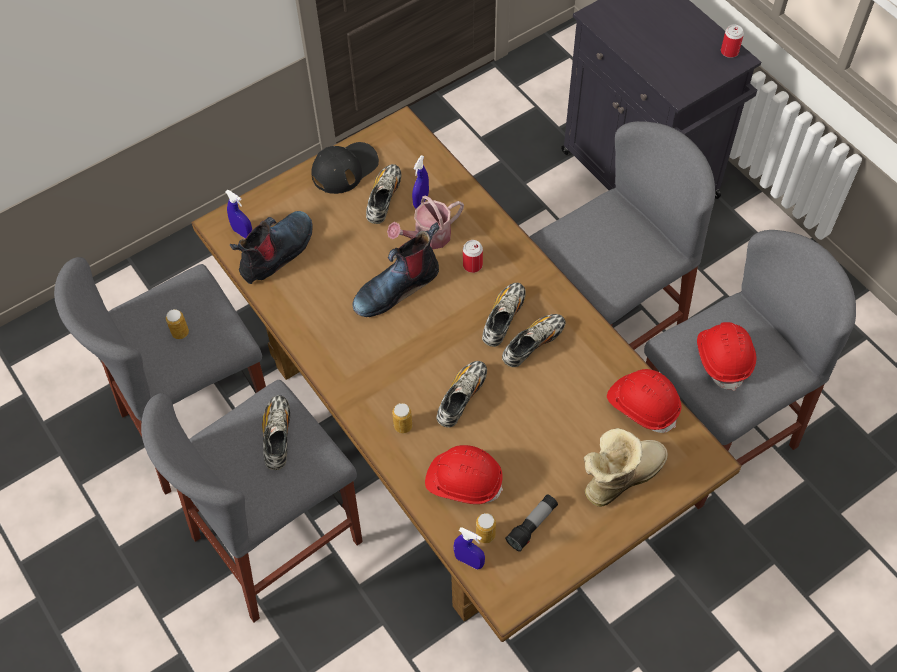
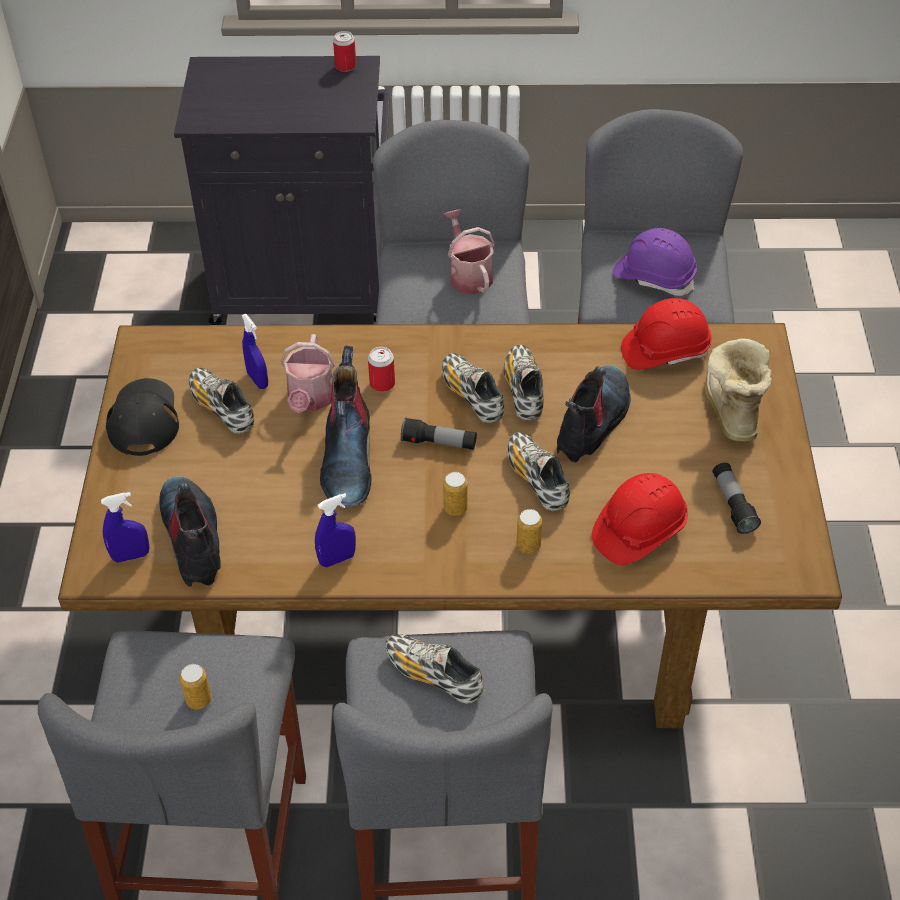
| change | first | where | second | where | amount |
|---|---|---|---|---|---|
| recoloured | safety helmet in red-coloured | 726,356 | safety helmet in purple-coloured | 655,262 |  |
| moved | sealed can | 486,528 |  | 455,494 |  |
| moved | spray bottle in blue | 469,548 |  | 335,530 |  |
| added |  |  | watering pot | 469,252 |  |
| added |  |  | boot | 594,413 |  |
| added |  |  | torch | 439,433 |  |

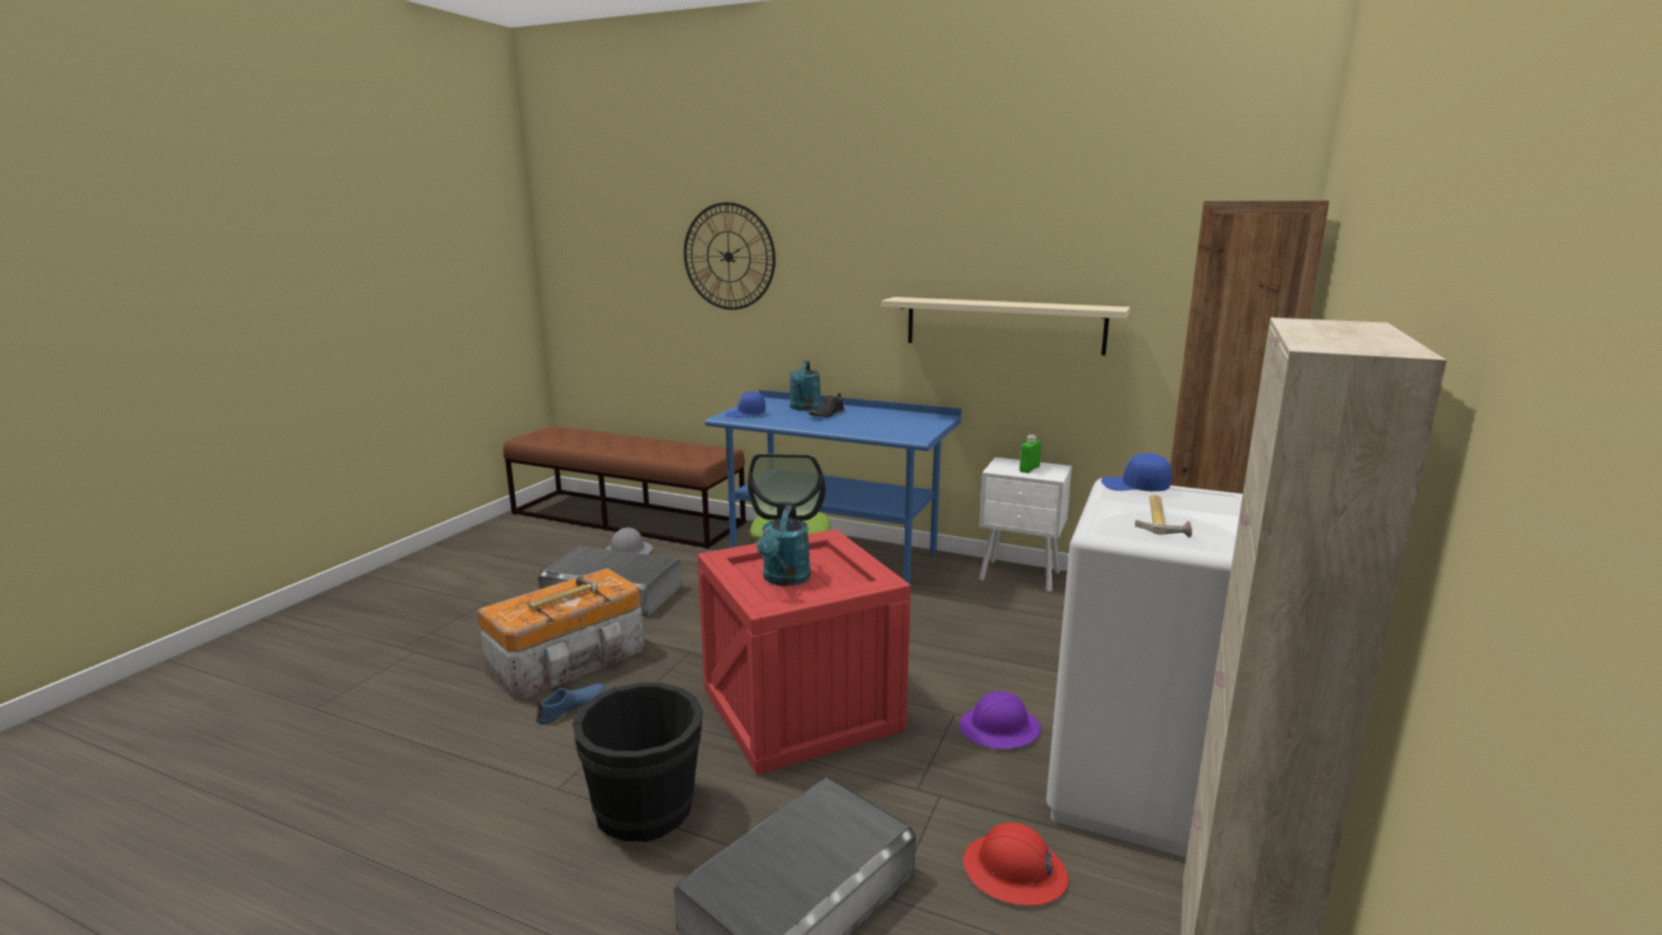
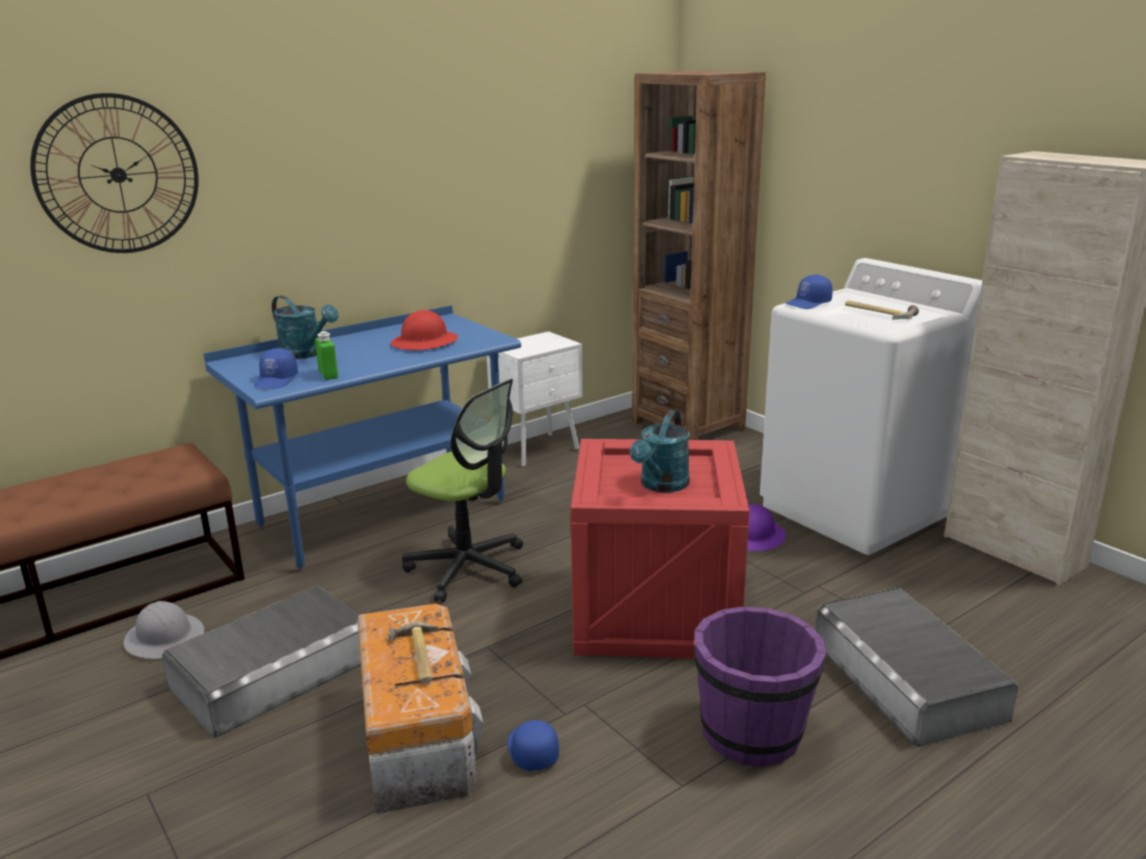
| change | first | where | second | where | amount |
|---|---|---|---|---|---|
| removed | bracket shelf in beige | 1005,326 |  |  |  |
| removed | shoe in black-coloured | 827,405 |  |  |  |
| moved | beverage bottle in green | 1030,454 |  | 326,355 |  |
| turned | watering pot in blue-green | 784,545 |  | 660,451 | 75 degrees clockwise |
| recoloured | water bucket in black-coloured | 637,762 | water bucket in purple-coloured | 760,687 |  |
| replaced | shoe in blue | 571,704 | baseball cap in blue | 533,745 |  |
| moved | safety helmet in red-coloured | 1016,864 |  | 424,330 |  |

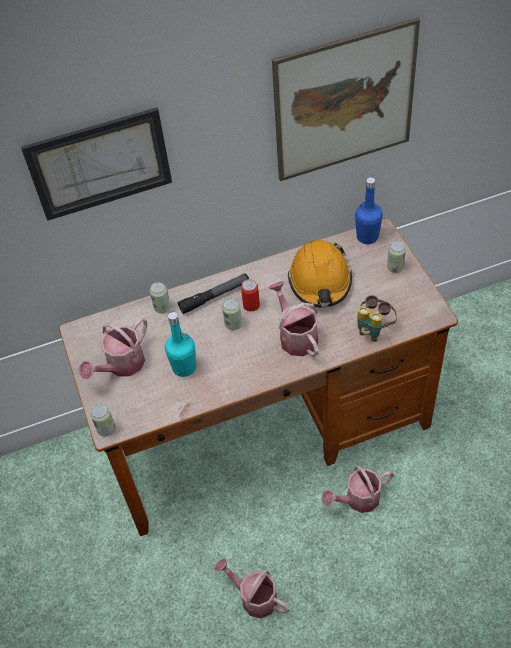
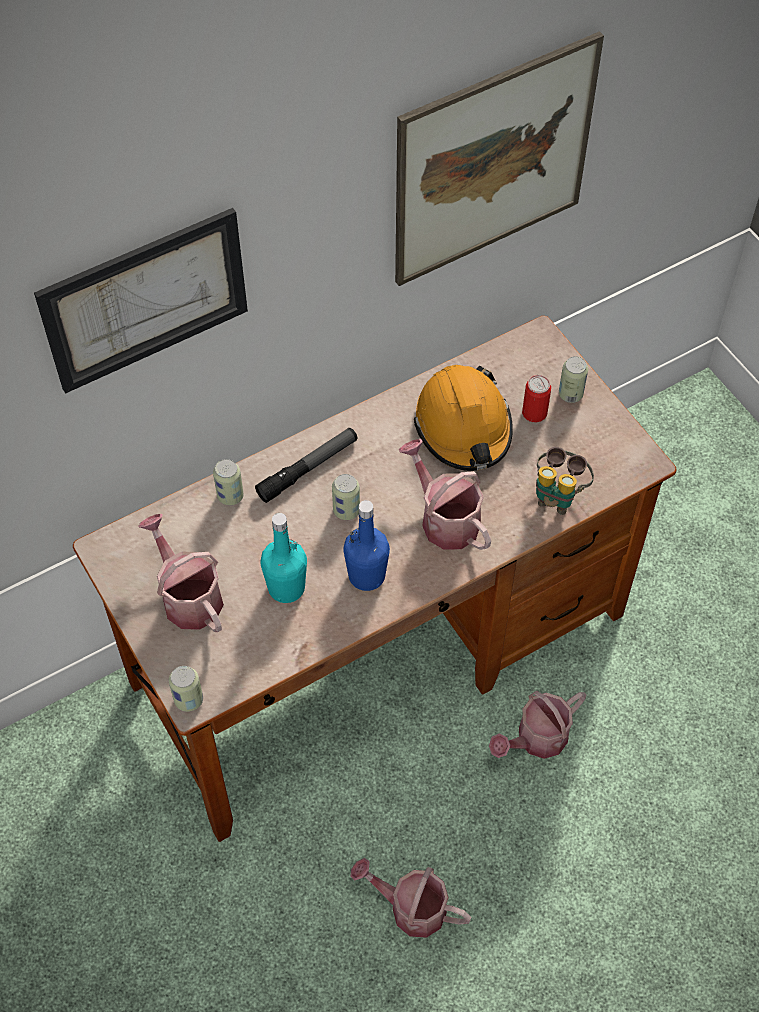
| change | first | where | second | where | amount |
|---|---|---|---|---|---|
| moved | beverage bottle in blue | 369,210 |  | 366,545 |  |
| moved | sealed can | 250,295 |  | 536,399 |  |
| turned | watering pot | 113,348 |  | 181,573 | 120 degrees clockwise |

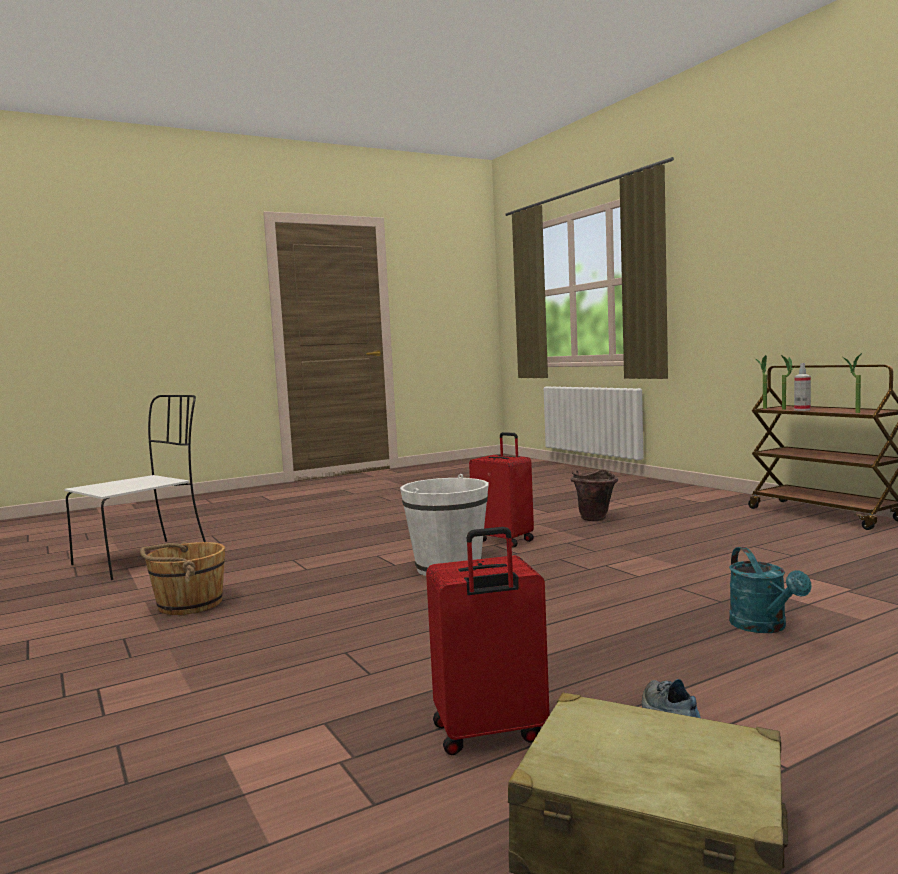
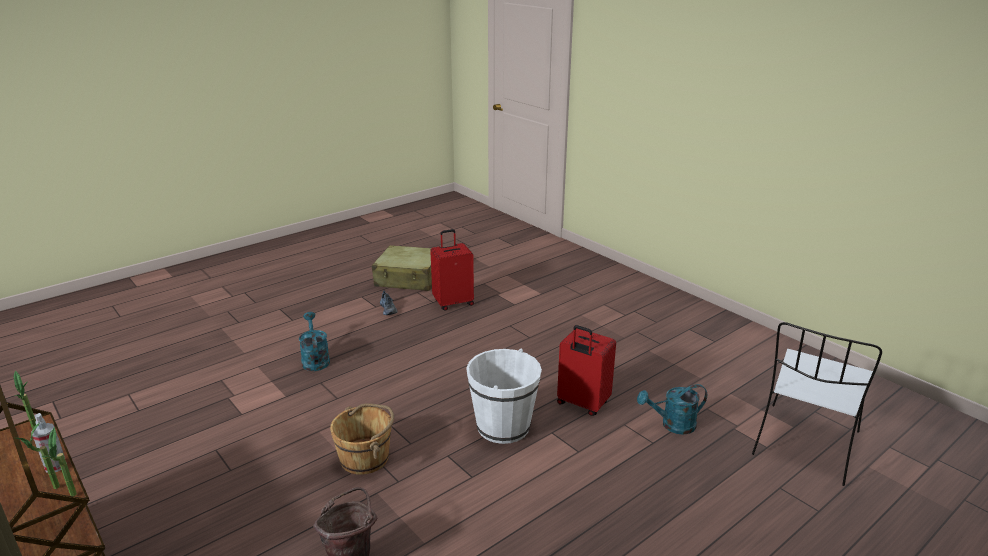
| change | first | where | second | where | amount |
|---|---|---|---|---|---|
| moved | travel case in red-coloured | 501,490 |  | 586,370 |  |
| moved | water bucket in brown | 182,578 |  | 362,439 |  |
| added |  |  | watering pot in blue-green | 672,409 |  |

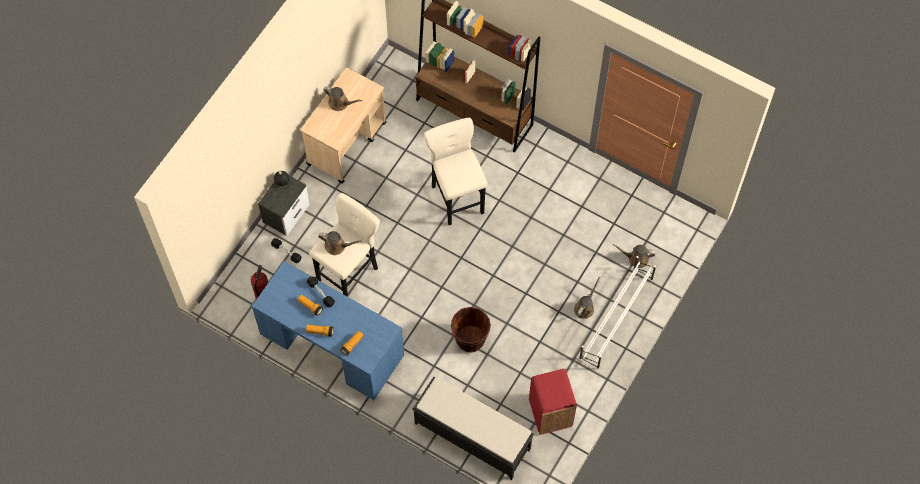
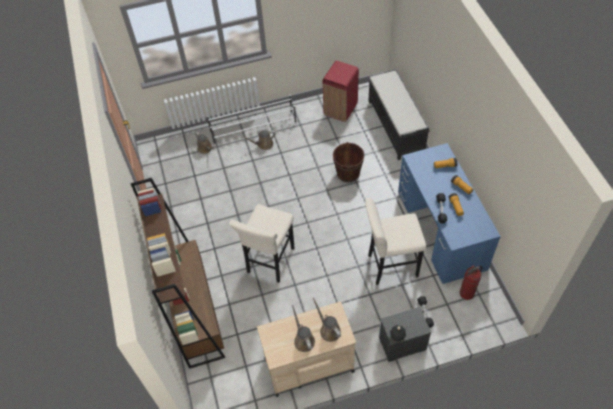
| change | first | where | second | where | amount |
|---|---|---|---|---|---|
| moved | watering pot in brown | 340,243 |  | 326,320 |  |

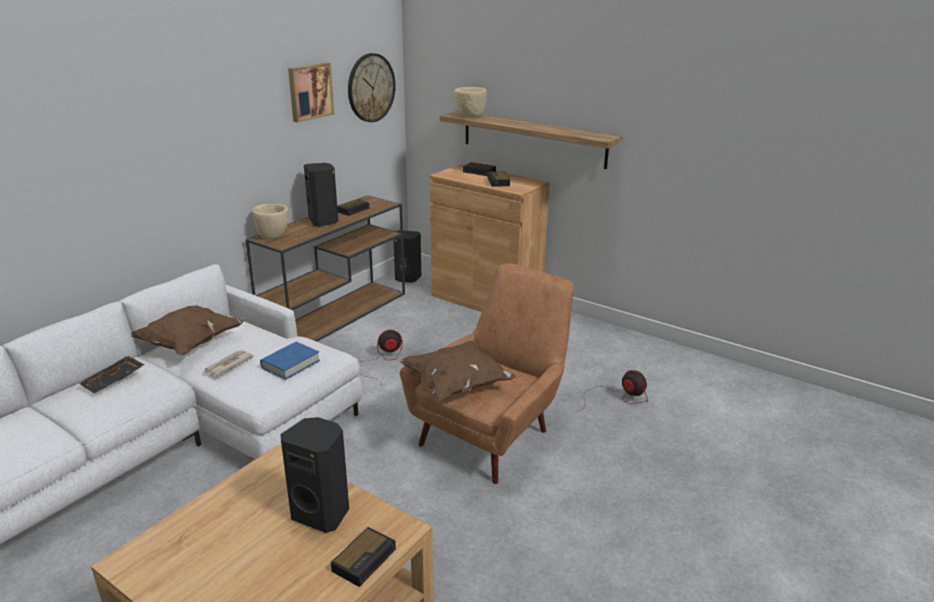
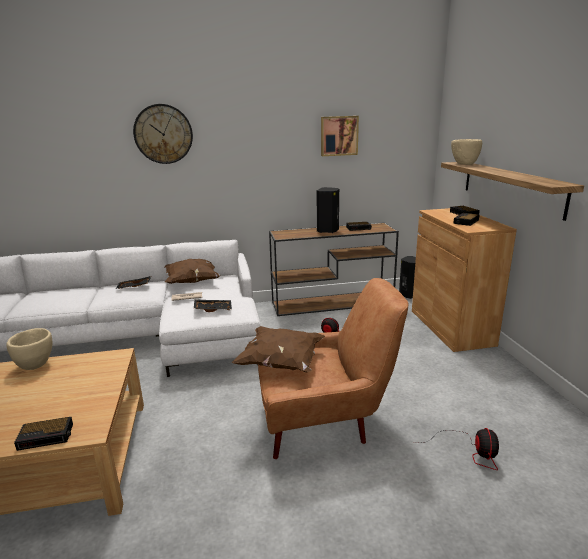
| change | first | where | second | where | amount |
|---|---|---|---|---|---|
| moved | clock on the wall | 372,87 |  | 163,134 |  |
| moved | deep dish in beige | 271,221 |  | 29,349 |  |
| replaced | book in blue | 290,361 | tray in black-coloured | 213,305 |  |
| removed | audio speaker in black-coloured | 314,475 |  |  |  |

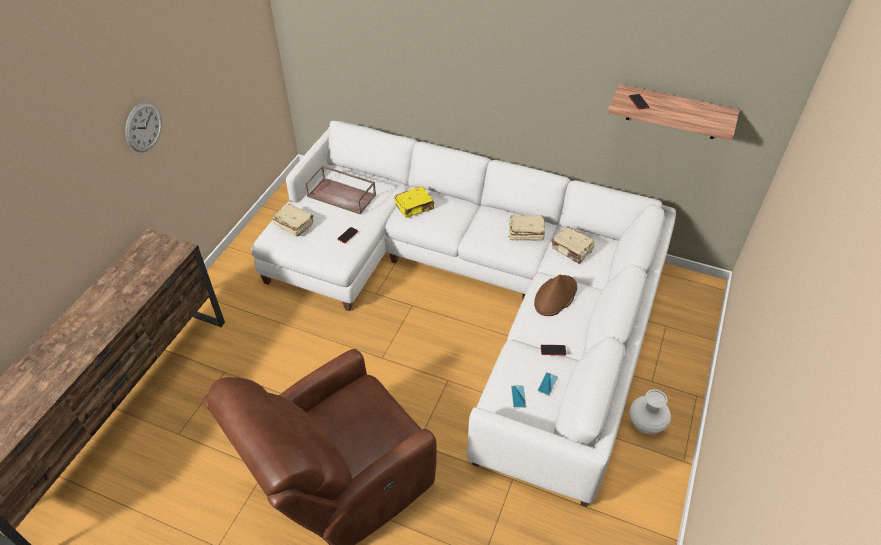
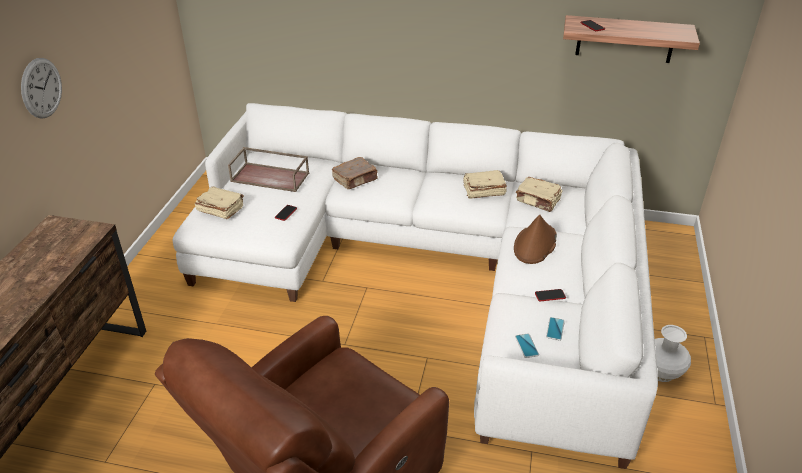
| change | first | where | second | where | amount |
|---|---|---|---|---|---|
| recoloured | book in yellow | 414,201 | book in brown | 354,173 |  |

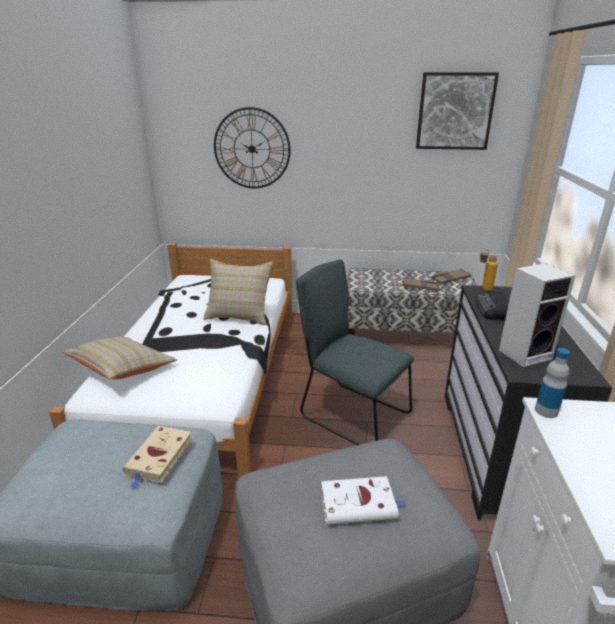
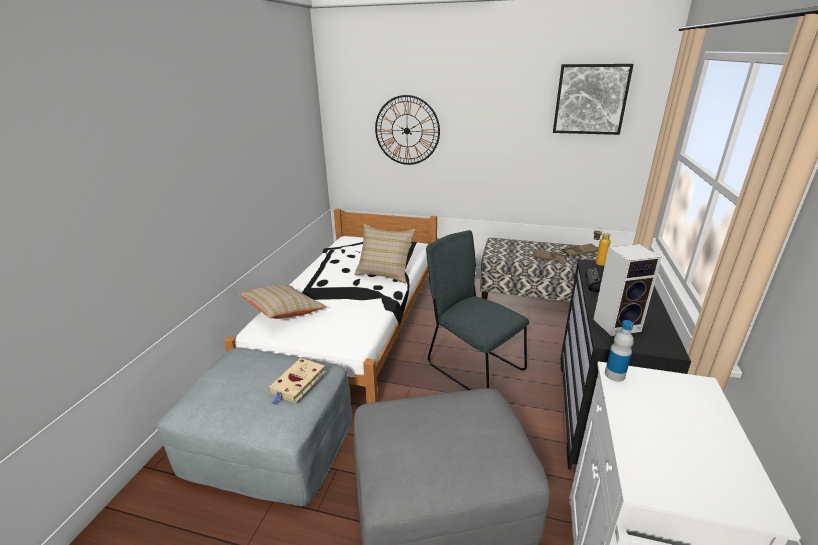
| change | first | where | second | where | amount |
|---|---|---|---|---|---|
| removed | book in whitish | 364,500 |  |  |  |

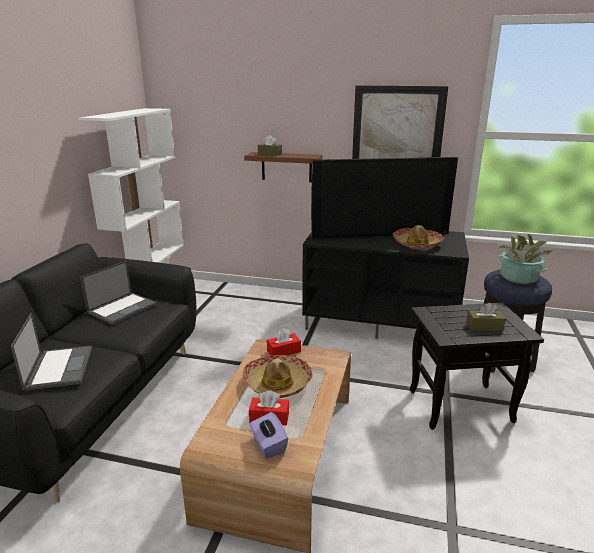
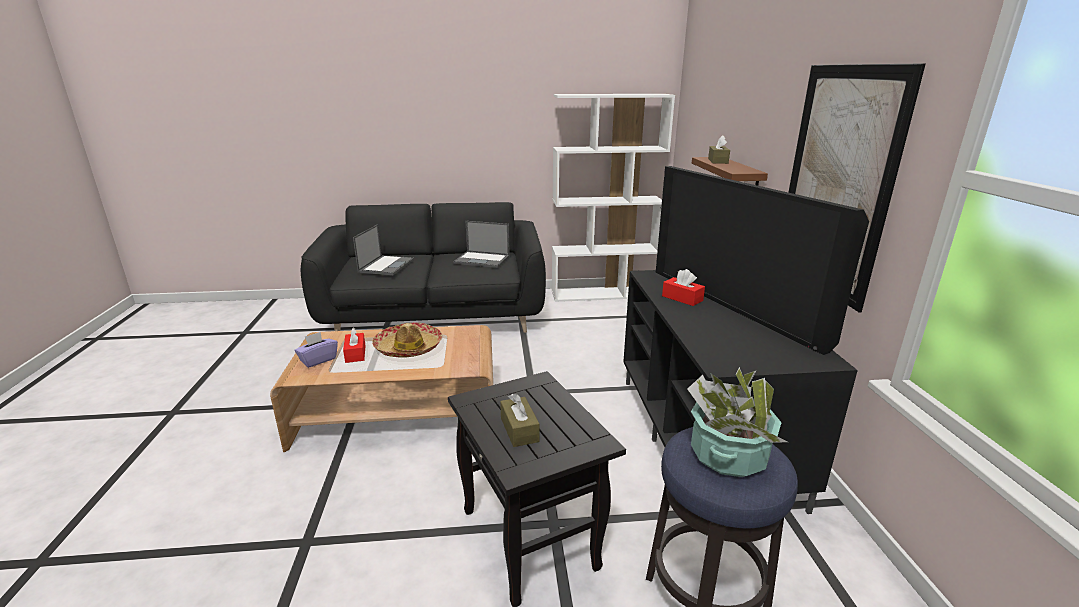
| change | first | where | second | where | amount |
|---|---|---|---|---|---|
| removed | wearable hat | 418,237 |  |  |  |
| turned | notebook computer | 51,352 |  | 383,249 | 45 degrees counterclockwise |
| moved | tissue box in red-coloured | 284,342 |  | 683,287 |  |

